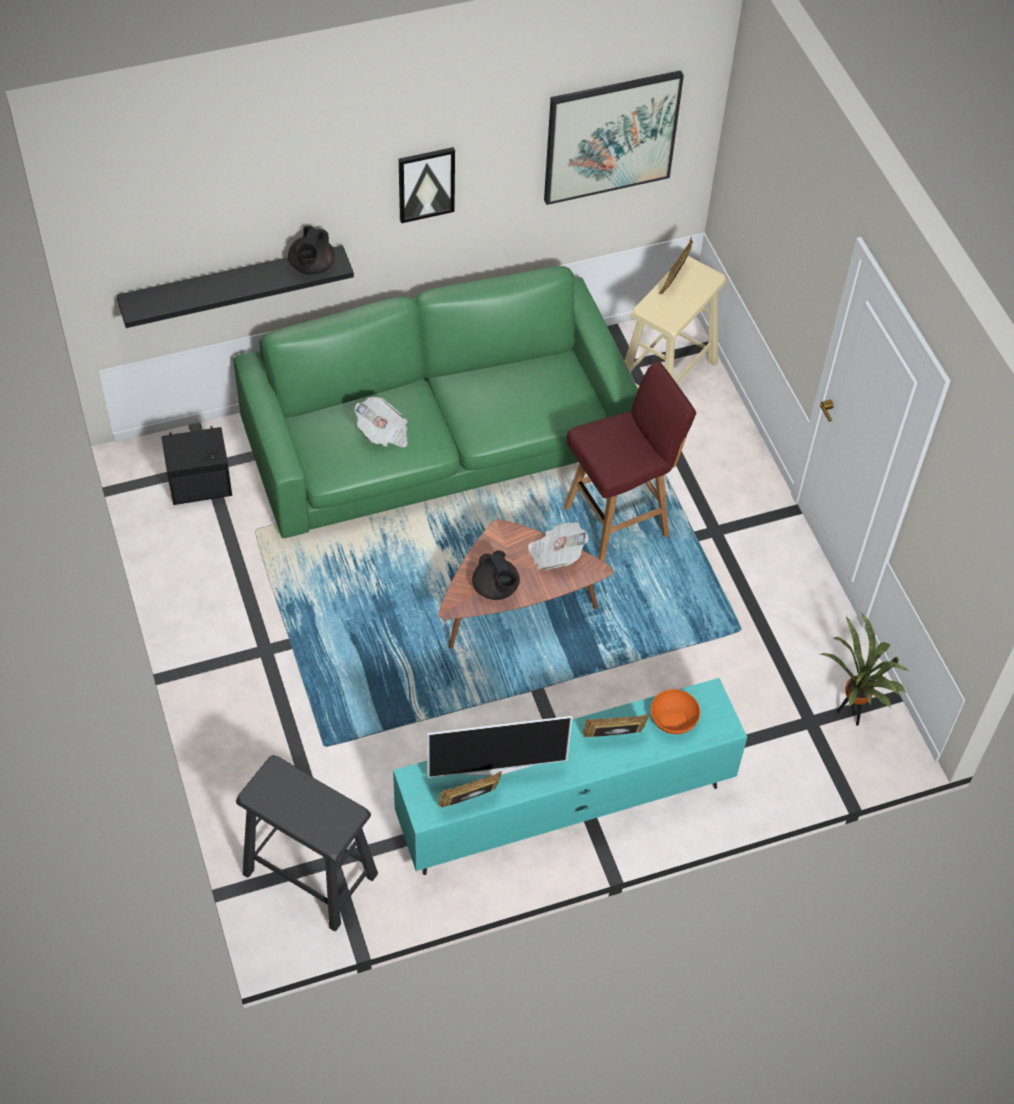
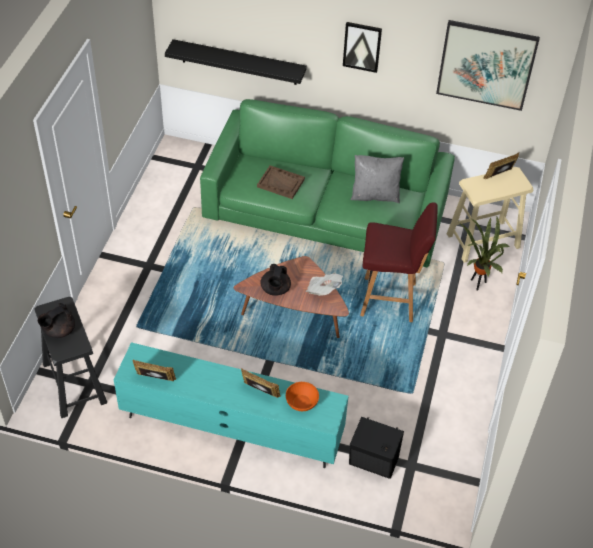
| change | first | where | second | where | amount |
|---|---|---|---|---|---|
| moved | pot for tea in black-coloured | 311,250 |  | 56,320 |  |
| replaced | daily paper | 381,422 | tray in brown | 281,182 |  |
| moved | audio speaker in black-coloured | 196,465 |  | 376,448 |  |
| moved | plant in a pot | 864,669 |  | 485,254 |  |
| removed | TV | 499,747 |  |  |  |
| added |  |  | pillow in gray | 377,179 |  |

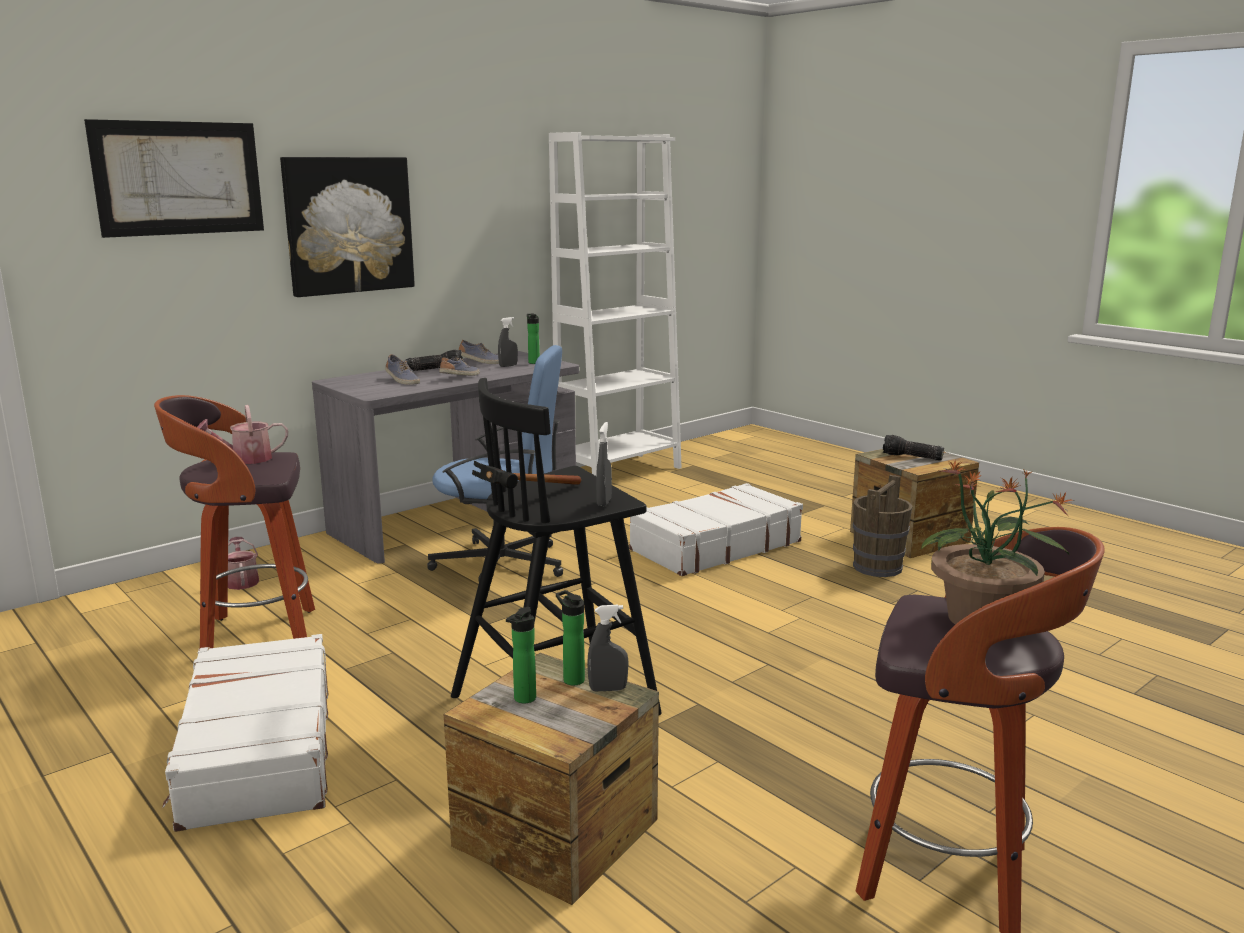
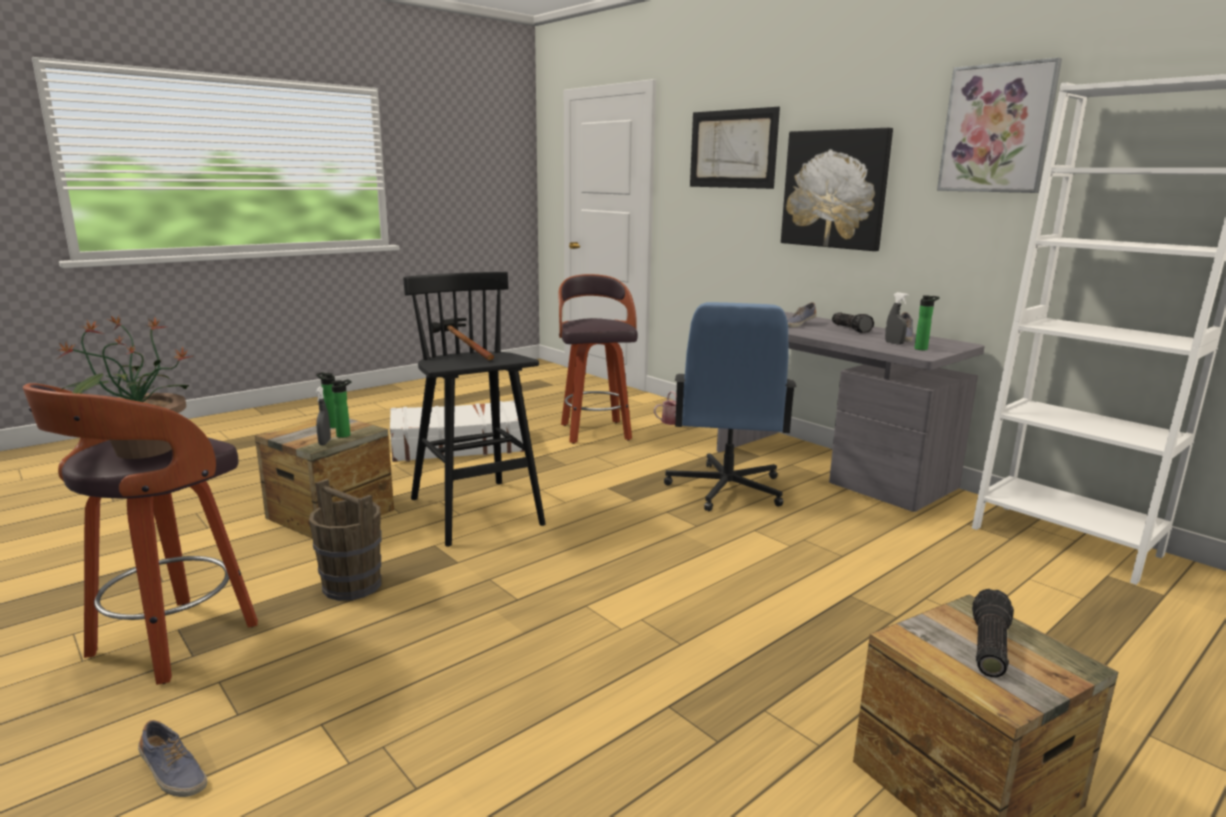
| change | first | where | second | where | amount |
|---|---|---|---|---|---|
| moved | shoe | 459,366 |  | 172,758 |  |
| removed | watering pot | 242,434 |  |  |  |
| removed | spray bottle in gray | 604,464 |  |  |  |
| moved | water bucket in brown | 883,526 |  | 345,540 |  |
| removed | travel case in whitish | 716,529 |  |  |  |
| added |  |  | wall picture | 999,125 |  |

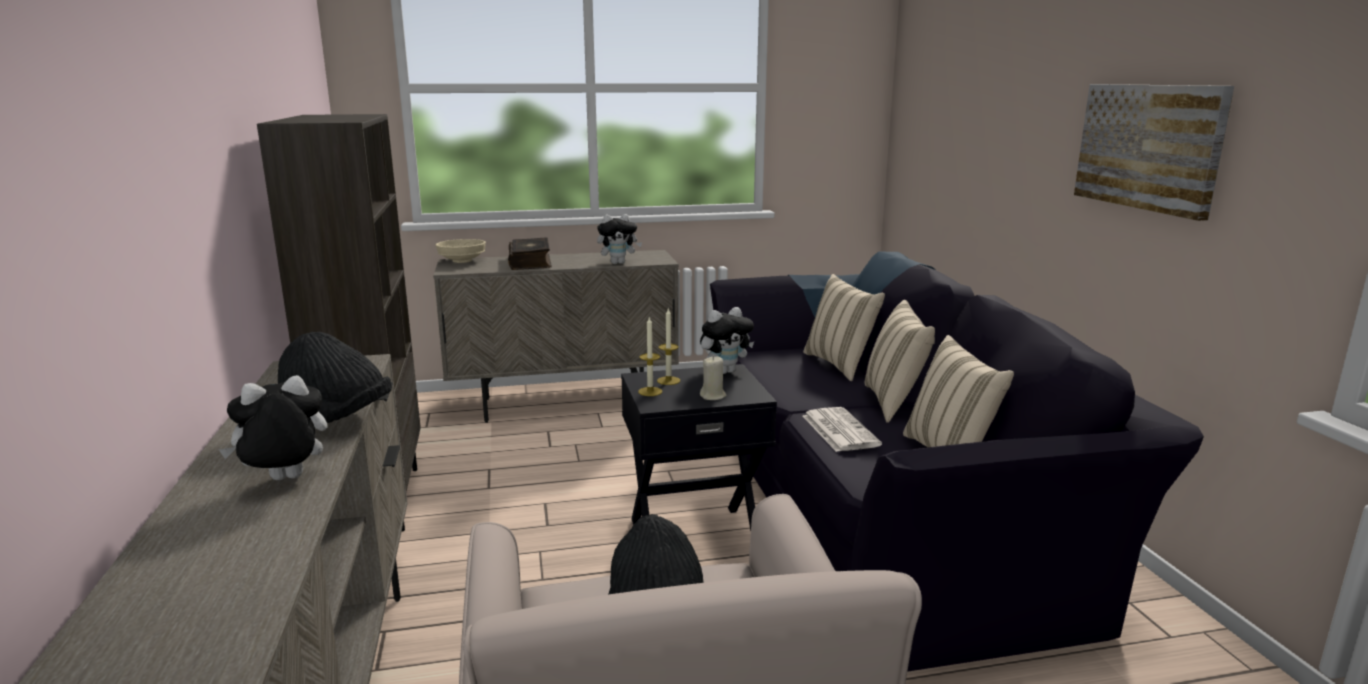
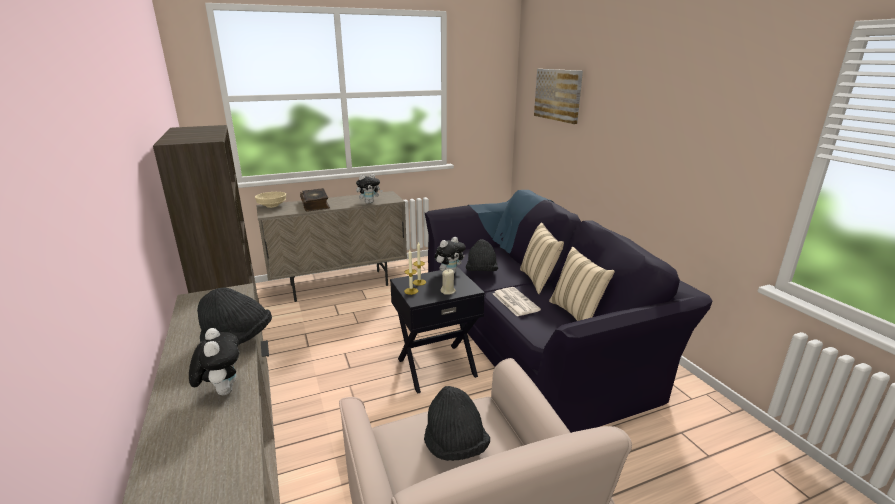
| change | first | where | second | where | amount |
|---|---|---|---|---|---|
| moved | wall picture | 1154,152 |  | 558,96 |  |
| removed | pillow in beige | 844,327 |  |  |  |
| turned | soft toy | 273,427 |  | 214,361 | 105 degrees clockwise |
| added |  |  | wearable hat in black-coloured | 482,255 |  |

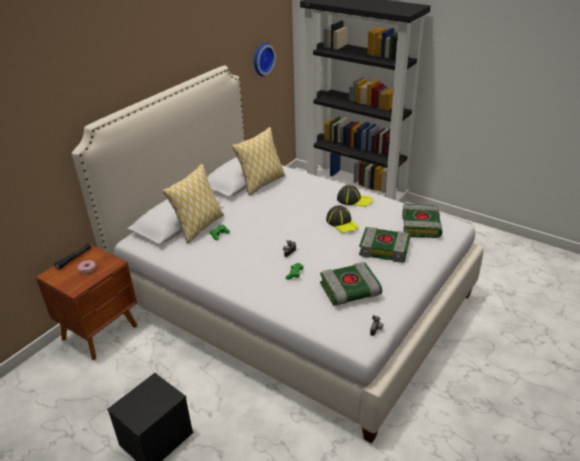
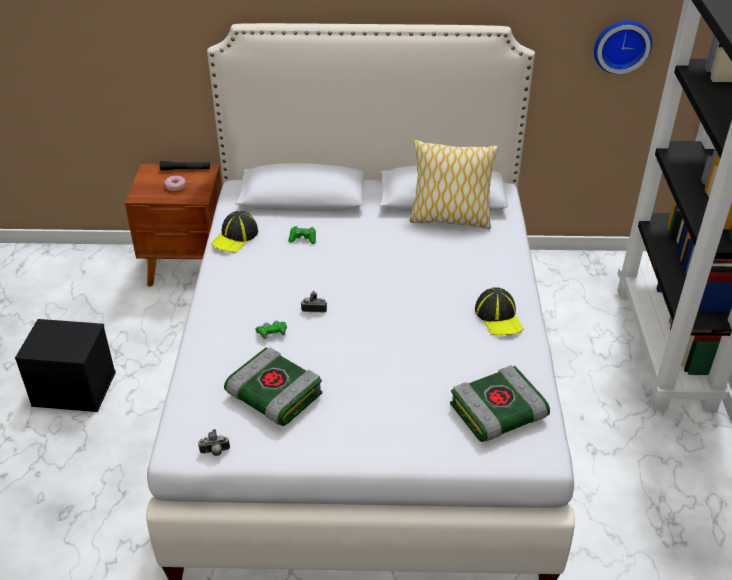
| change | first | where | second | where | amount |
|---|---|---|---|---|---|
| removed | pillow | 193,203 |  |  |  |
| moved | baseball cap | 342,219 |  | 234,232 |  |
| removed | book | 384,245 |  |  |  |

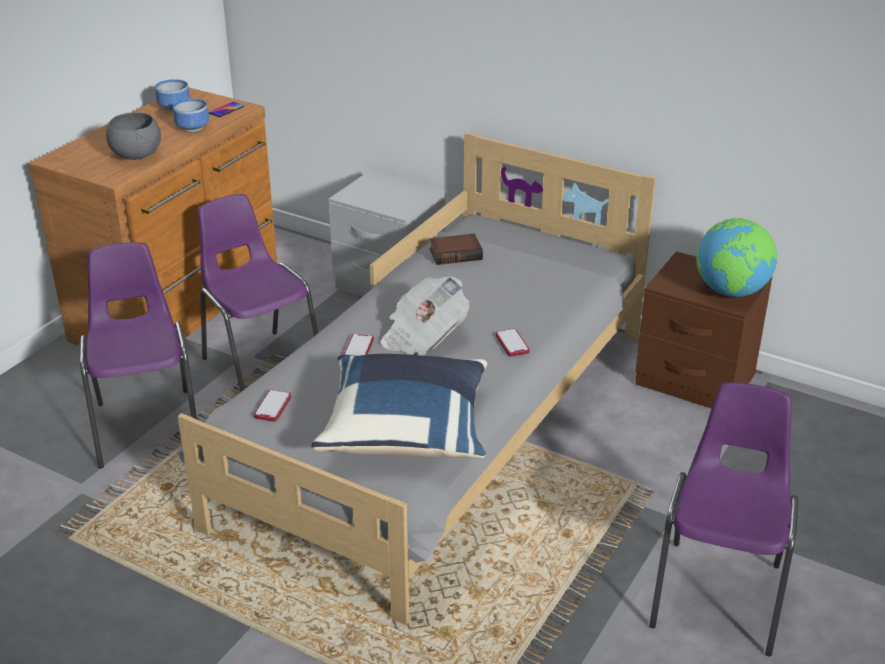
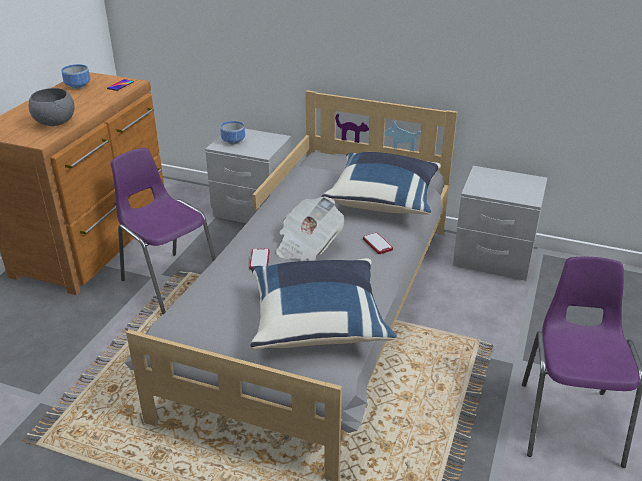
| change | first | where | second | where | amount |
|---|---|---|---|---|---|
| moved | deep dish | 191,115 |  | 232,132 |  |
| removed | world globe | 736,257 |  |  |  |
| removed | book | 456,249 |  |  |  |
| removed | chair in purple-coloured | 138,355 |  |  |  |
| recoloured | bedside table in brown | 703,330 | bedside table in gray | 500,223 |  |
| removed | phone | 272,406 |  |  |  |
| added |  |  | pillow in blue | 381,183 |  |

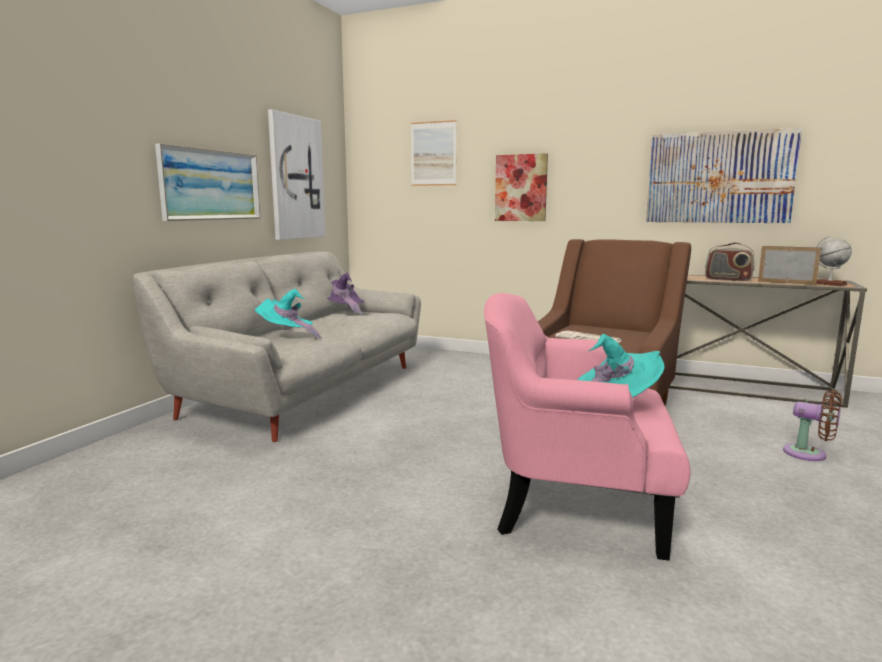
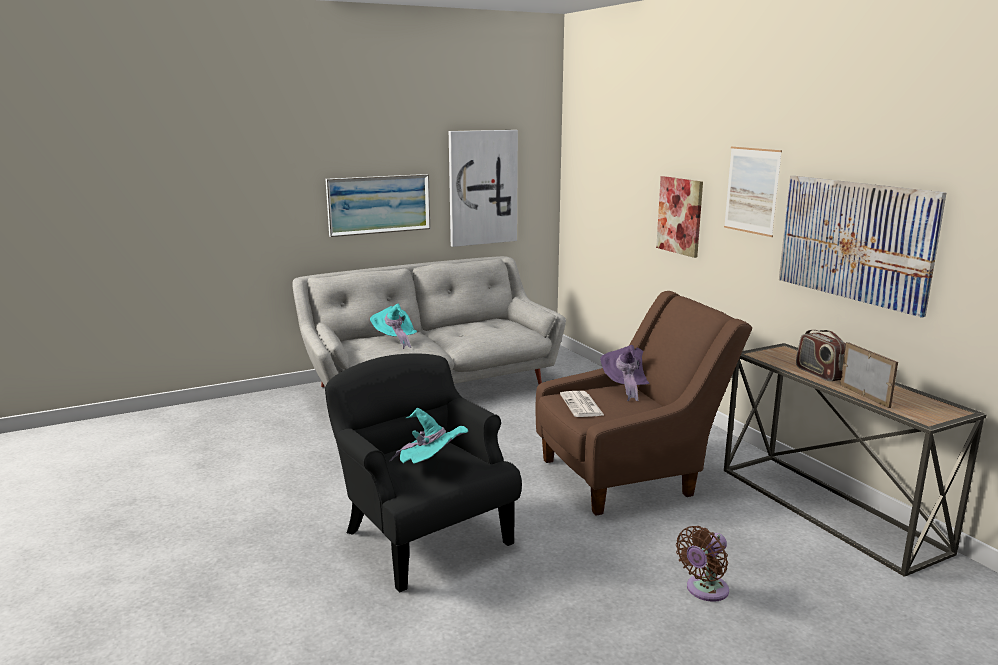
| change | first | where | second | where | amount |
|---|---|---|---|---|---|
| moved | wall picture | 434,153 |  | 753,191 |  |
| removed | world globe | 834,261 |  |  |  |
| moved | wearable hat in purple-coloured | 345,293 |  | 625,373 |  |
| recoloured | easy chair in pink | 587,426 | easy chair in black-coloured | 423,472 |  |
| turned | electric fan in brown | 812,425 |  | 702,564 | 60 degrees clockwise |

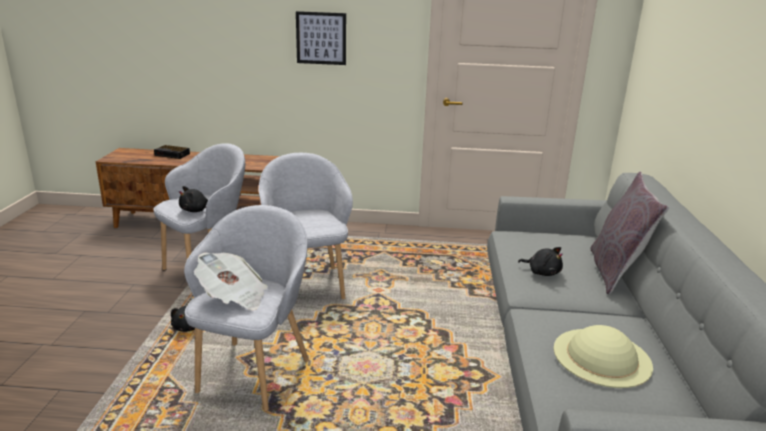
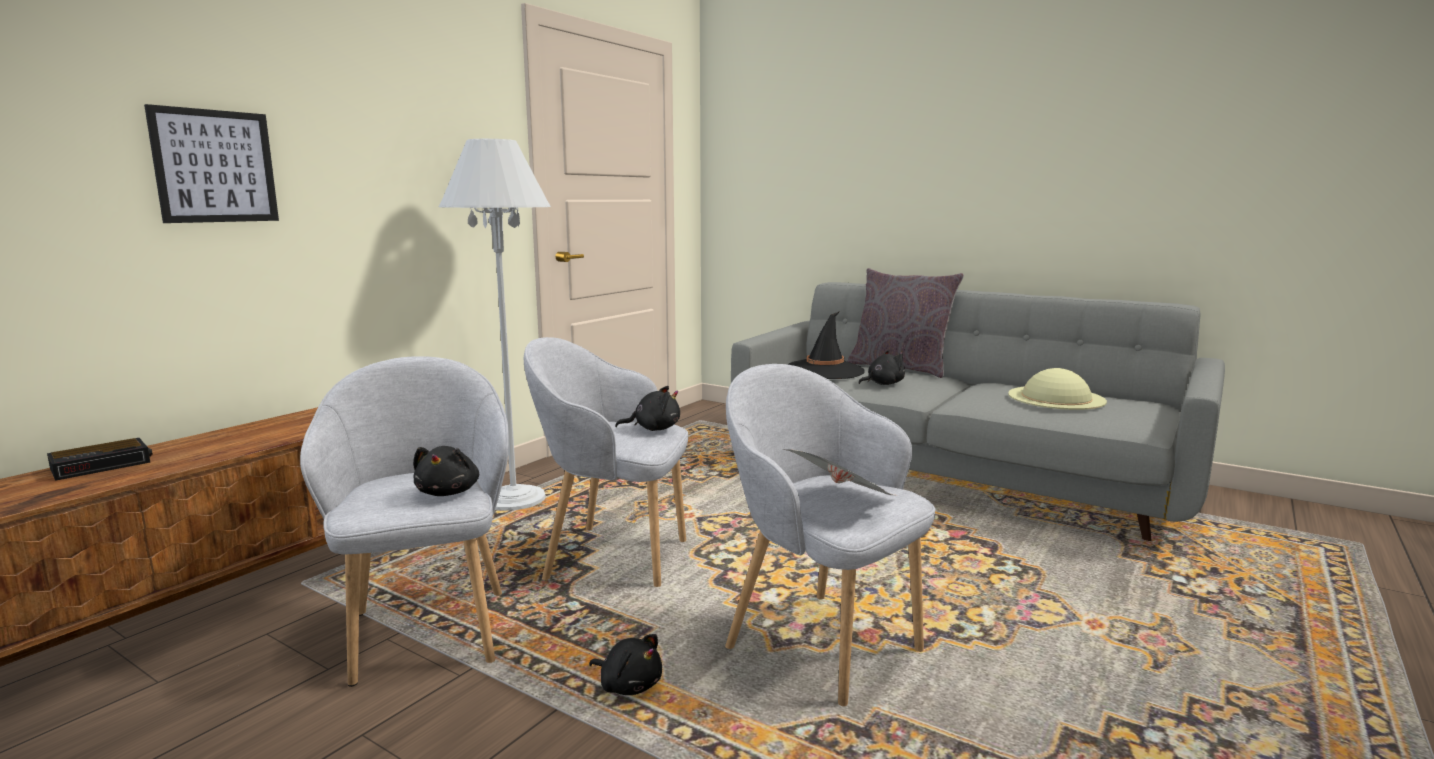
| change | first | where | second | where | amount |
|---|---|---|---|---|---|
| moved | wall picture | 321,38 |  | 211,163 |  |
| added |  |  | standard lamp in whitish | 495,325 |  |
| added |  |  | wearable hat in black-coloured | 826,345 |  |
| added |  |  | soft toy in black-coloured | 647,408 |  |

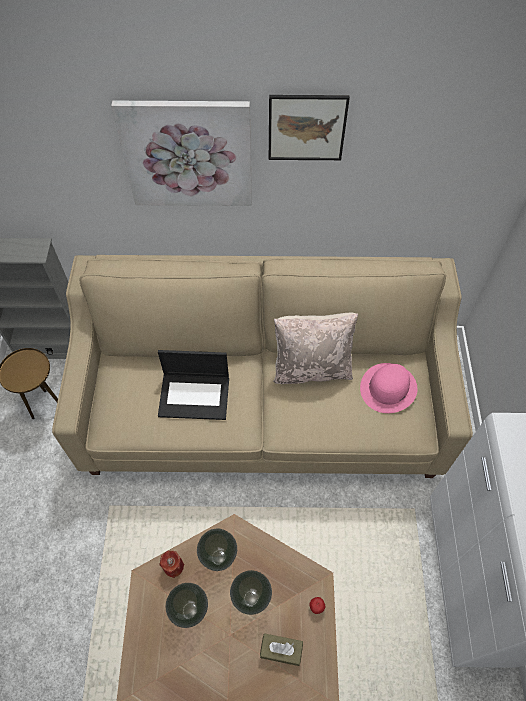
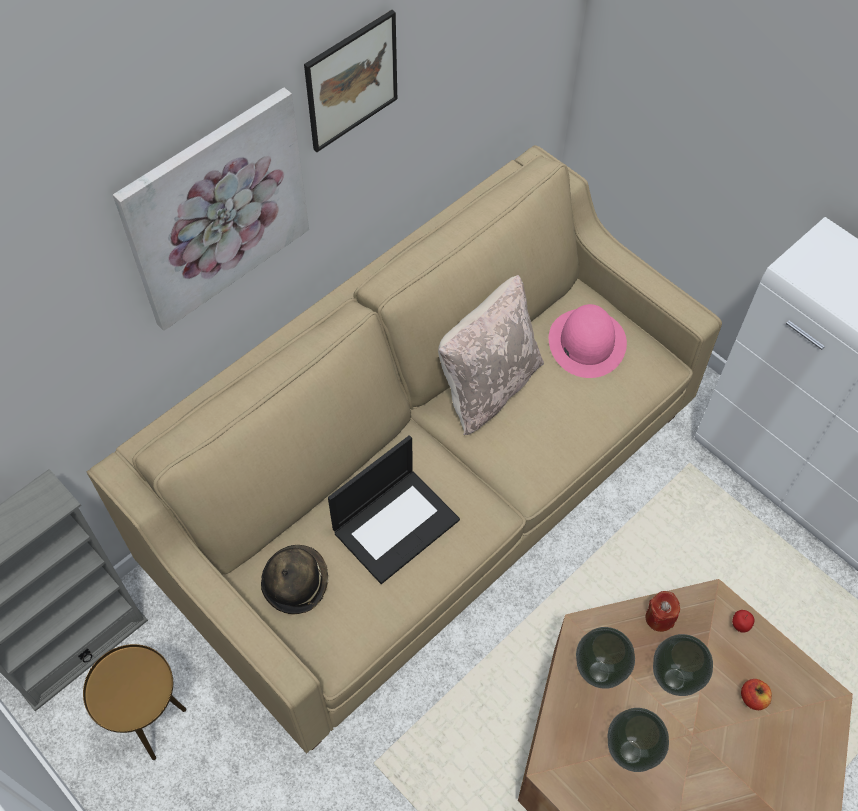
| change | first | where | second | where | amount |
|---|---|---|---|---|---|
| moved | candle in red-coloured | 172,564 |  | 663,611 |  |
| replaced | tissue box in brown | 281,649 | apple | 756,694 |  |
| added |  |  | wearable hat | 294,579 |  |

